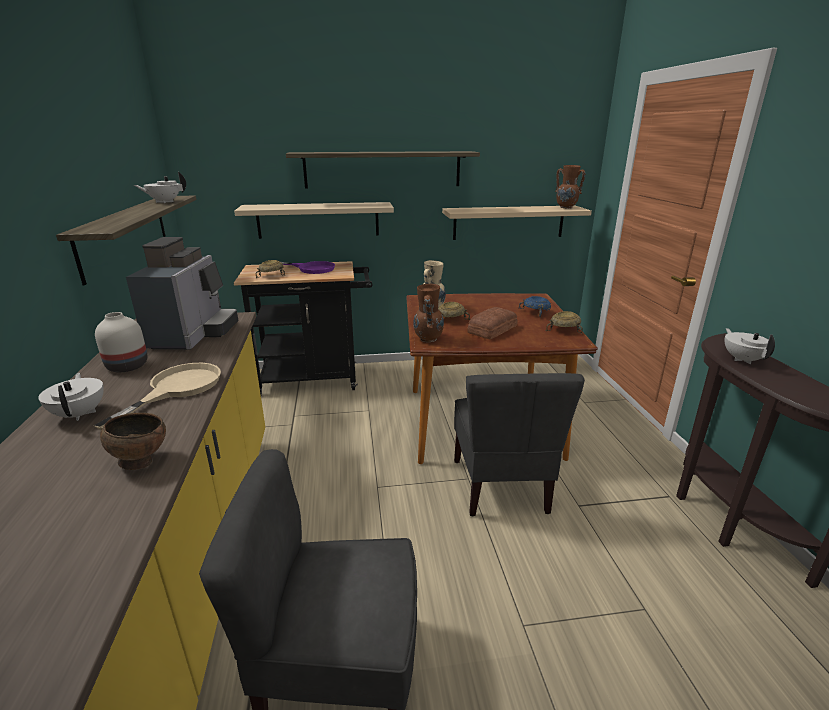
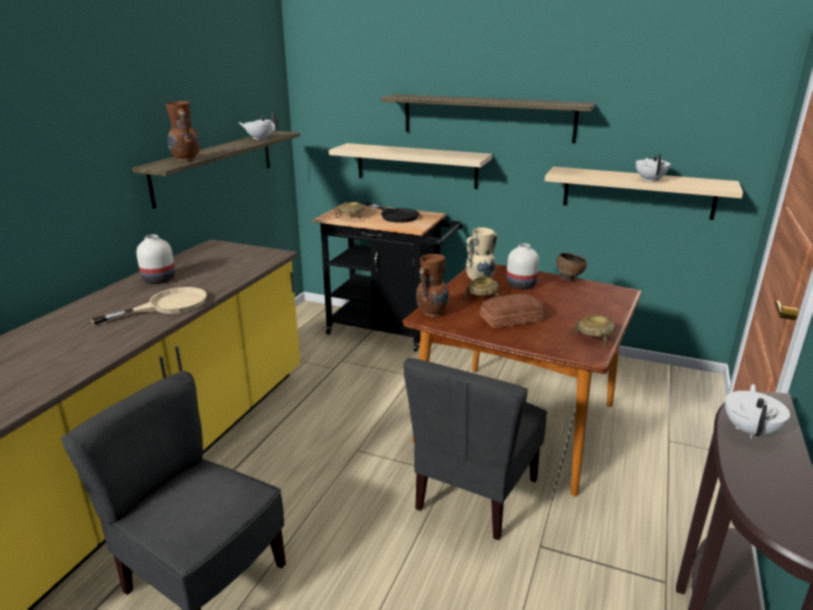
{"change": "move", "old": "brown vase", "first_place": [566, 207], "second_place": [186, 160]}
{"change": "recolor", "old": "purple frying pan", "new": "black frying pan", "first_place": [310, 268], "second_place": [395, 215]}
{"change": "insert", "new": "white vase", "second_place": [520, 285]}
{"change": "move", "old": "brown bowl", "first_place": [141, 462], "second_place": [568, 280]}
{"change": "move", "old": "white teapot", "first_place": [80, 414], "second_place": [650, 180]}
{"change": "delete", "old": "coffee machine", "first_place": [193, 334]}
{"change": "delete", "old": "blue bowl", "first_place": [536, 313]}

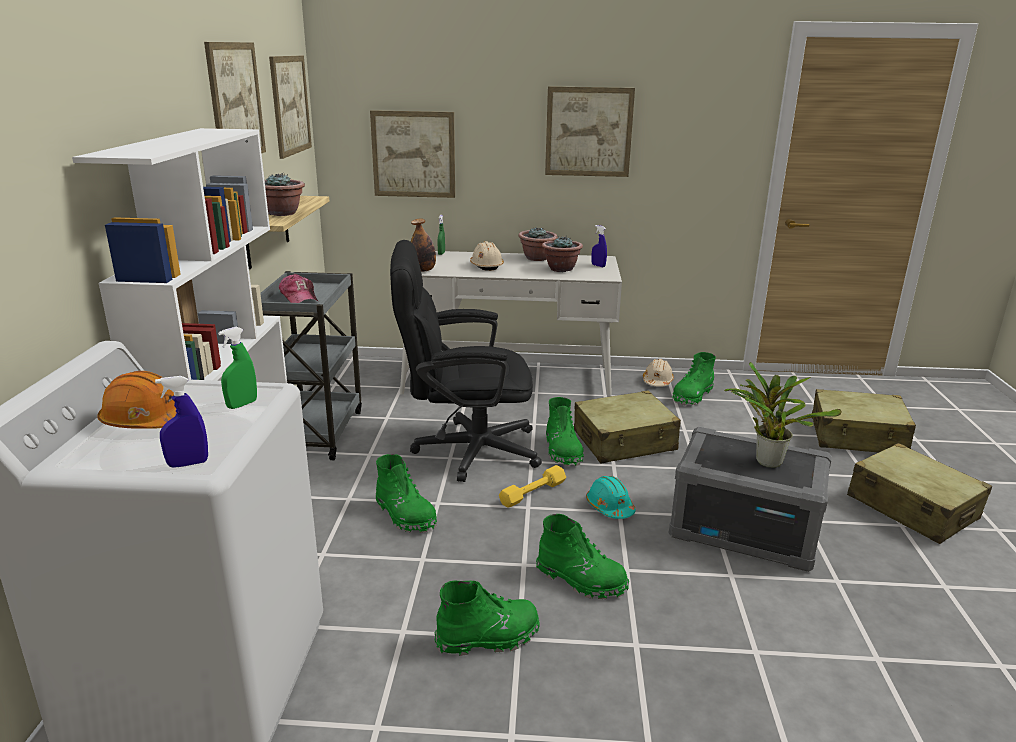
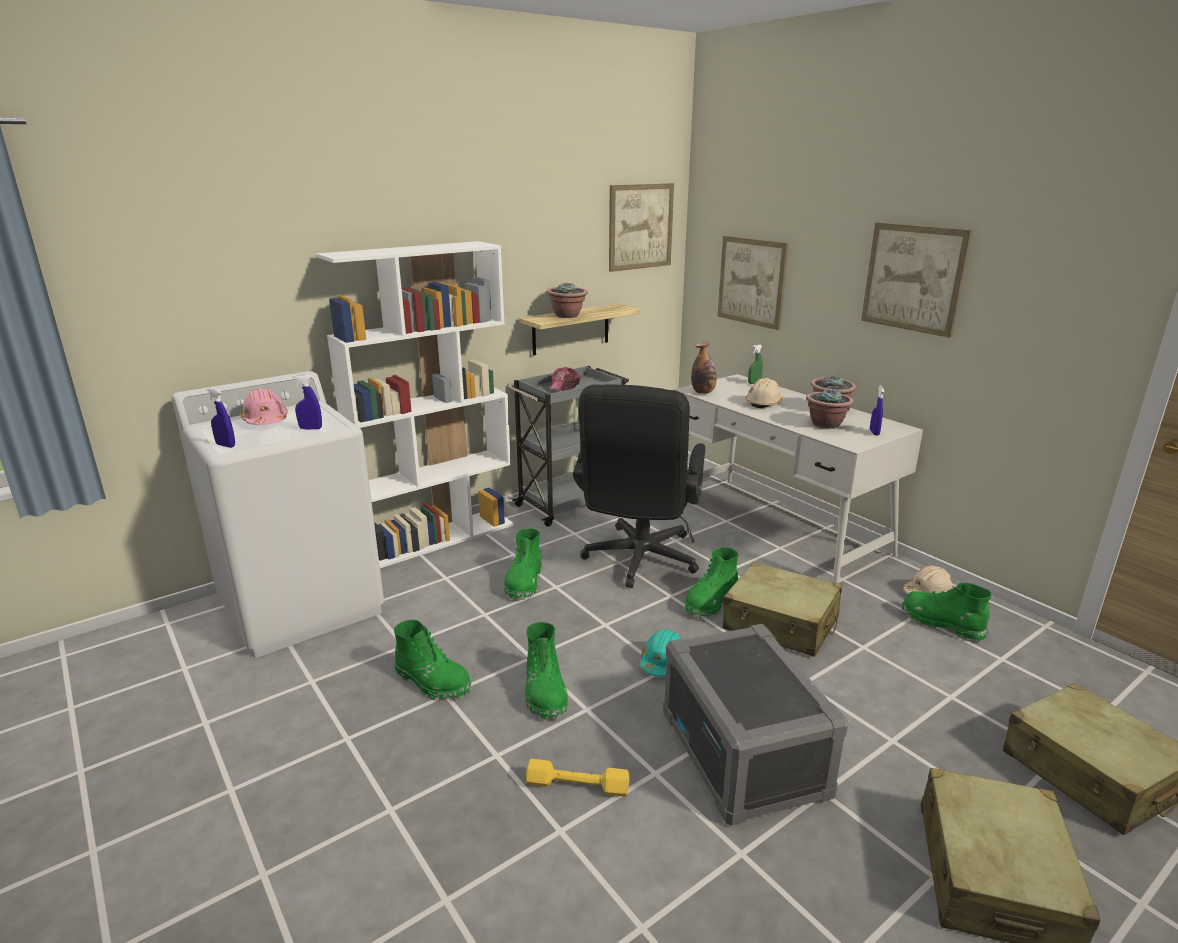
{"change": "recolor", "old": "orange hard hat", "new": "pink hard hat", "first_place": [147, 421], "second_place": [265, 421]}
{"change": "recolor", "old": "green spray bottle", "new": "blue spray bottle", "first_place": [242, 404], "second_place": [310, 428]}
{"change": "move", "old": "yellow dumbbell", "first_place": [533, 493], "second_place": [577, 786]}
{"change": "rotate", "old": "black office chair", "first_place": [464, 450], "second_place": [638, 562], "degrees": -120}
{"change": "rotate", "old": "green boot", "first_place": [692, 396], "second_place": [941, 624], "degrees": 45}
{"change": "delete", "old": "picture", "first_place": [236, 102]}
{"change": "delete", "old": "potted plant", "first_place": [766, 460]}

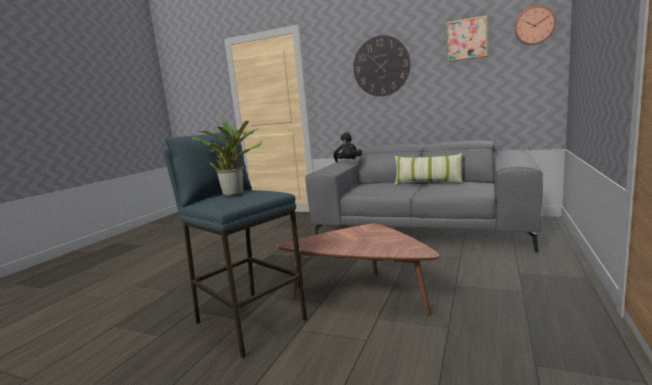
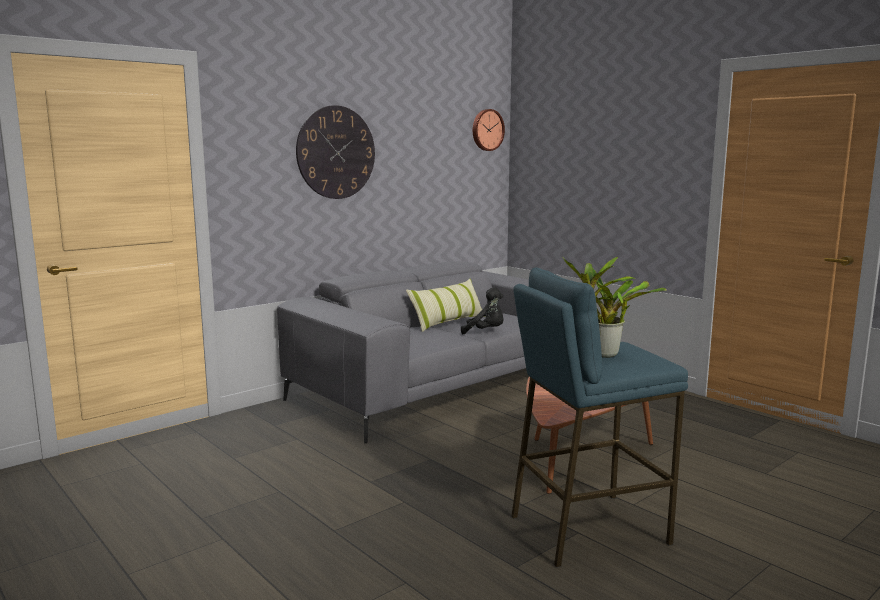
{"change": "move", "old": "black plush toy", "first_place": [348, 162], "second_place": [485, 332]}
{"change": "delete", "old": "picture", "first_place": [467, 39]}

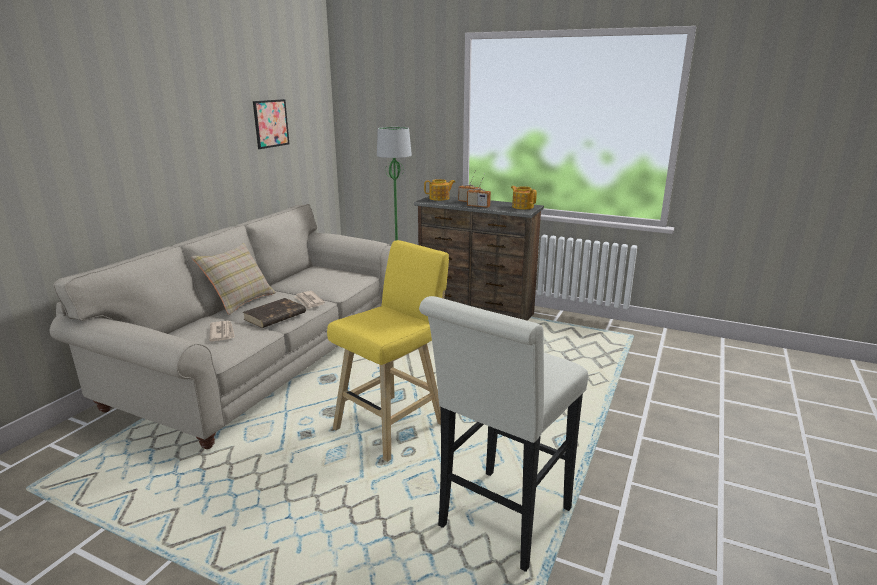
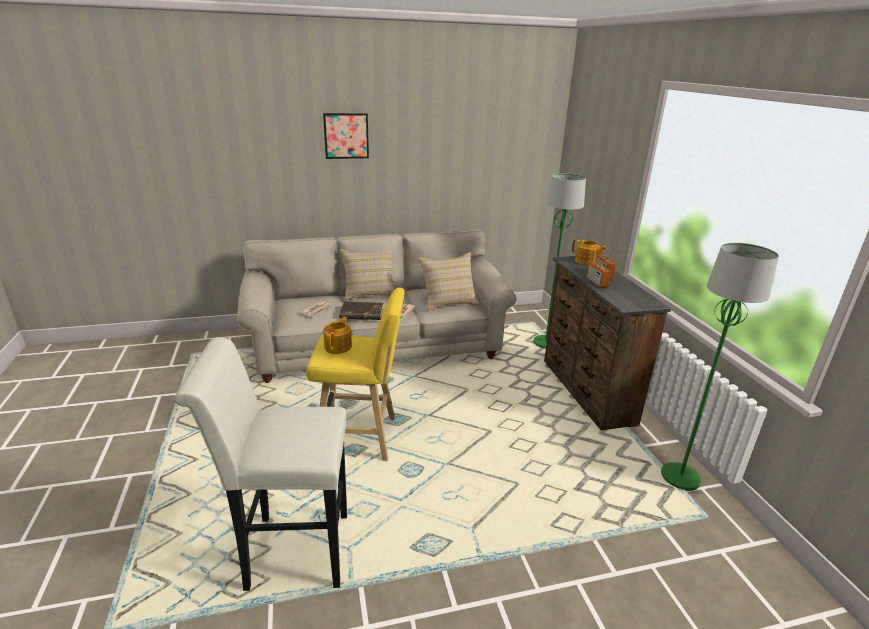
{"change": "move", "old": "picture", "first_place": [271, 123], "second_place": [346, 136]}
{"change": "move", "old": "teapot", "first_place": [522, 207], "second_place": [338, 346]}
{"change": "insert", "new": "beige pillow", "second_place": [448, 302]}
{"change": "insert", "new": "green floor lamp", "second_place": [680, 477]}

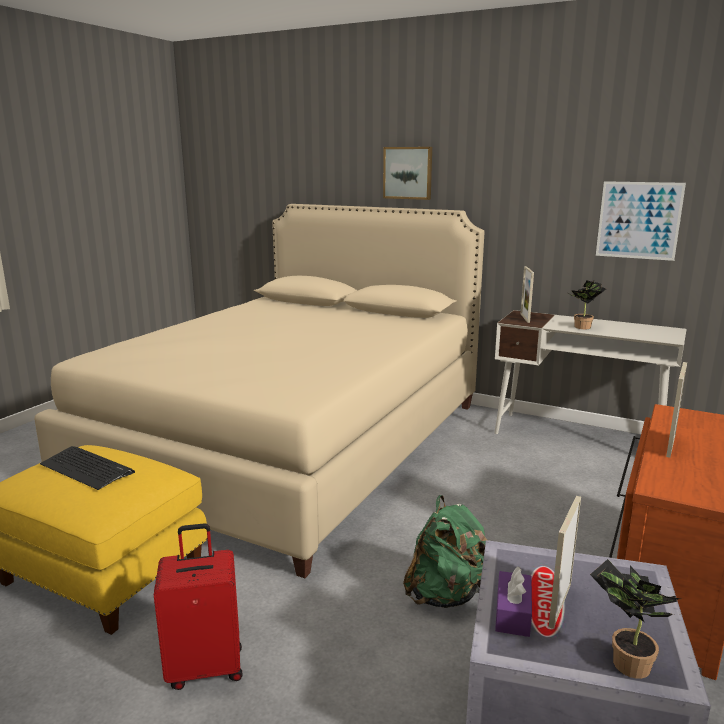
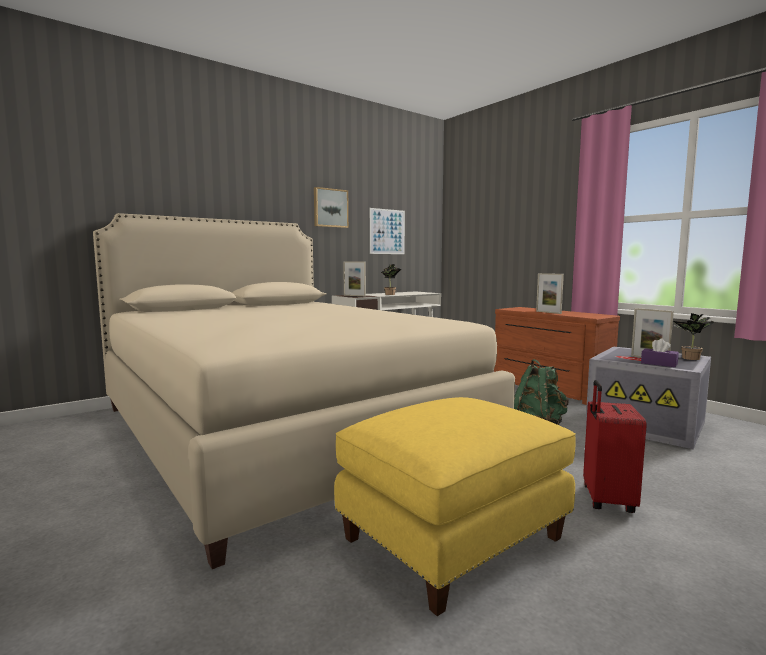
{"change": "move", "old": "picture", "first_place": [408, 173], "second_place": [330, 208]}
{"change": "delete", "old": "keyboard", "first_place": [87, 468]}

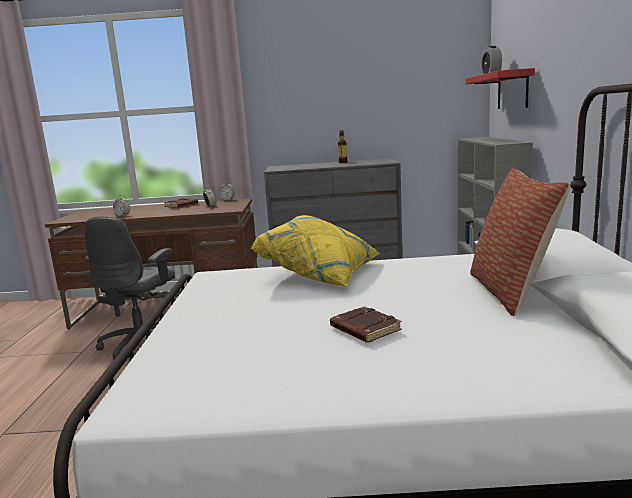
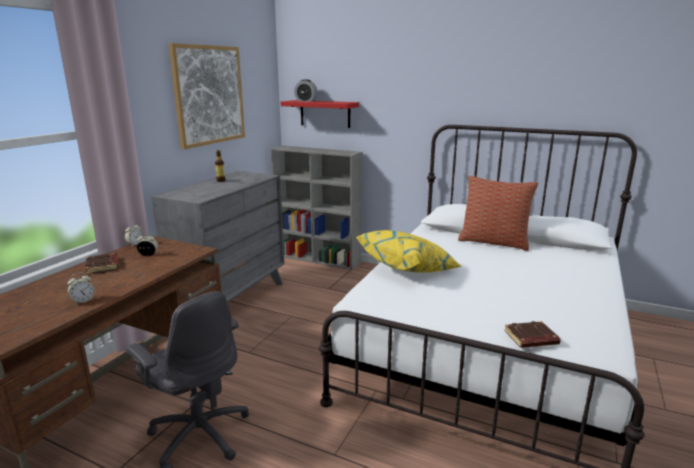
{"change": "insert", "new": "picture", "second_place": [209, 95]}
{"change": "move", "old": "brown book", "first_place": [364, 329], "second_place": [531, 339]}

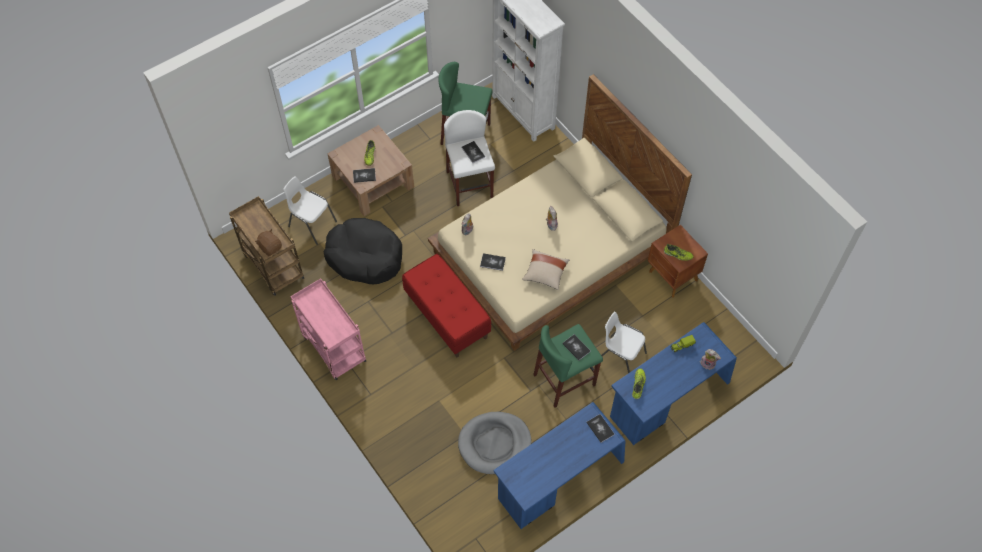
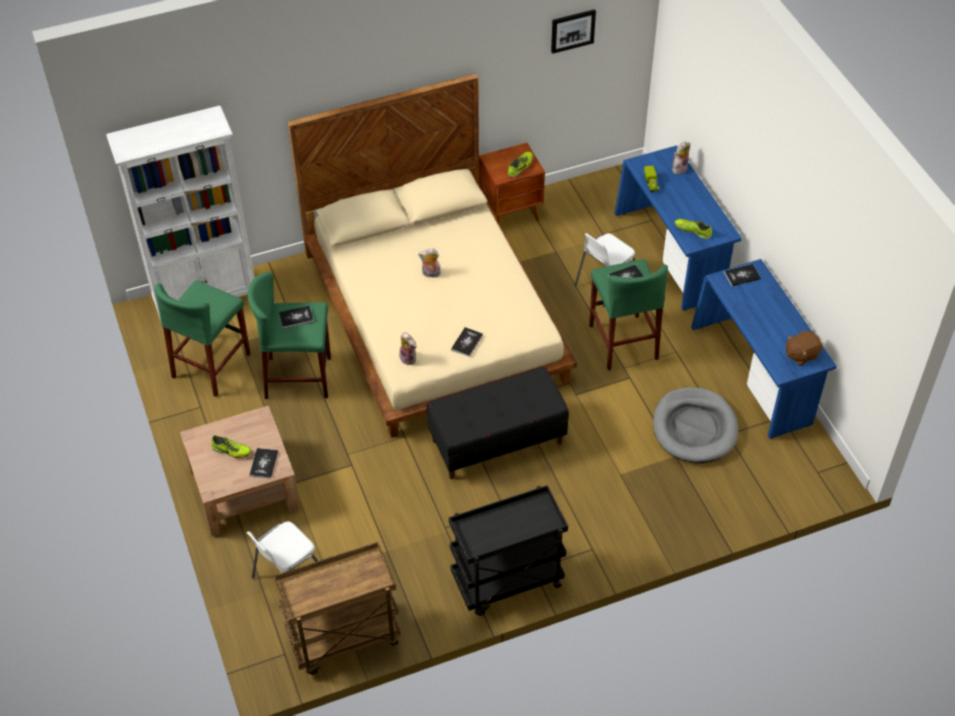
{"change": "recolor", "old": "white stool", "new": "green stool", "first_place": [469, 185], "second_place": [298, 377]}
{"change": "recolor", "old": "red bench", "new": "black bench", "first_place": [447, 316], "second_place": [497, 441]}
{"change": "recolor", "old": "pink cart", "new": "black cart", "first_place": [332, 347], "second_place": [507, 582]}
{"change": "insert", "new": "picture", "second_place": [572, 30]}
{"change": "move", "old": "brown plush toy", "first_place": [270, 247], "second_place": [801, 355]}
{"change": "delete", "old": "black dog bed", "first_place": [365, 256]}
{"change": "delete", "old": "beige pillow", "first_place": [545, 273]}

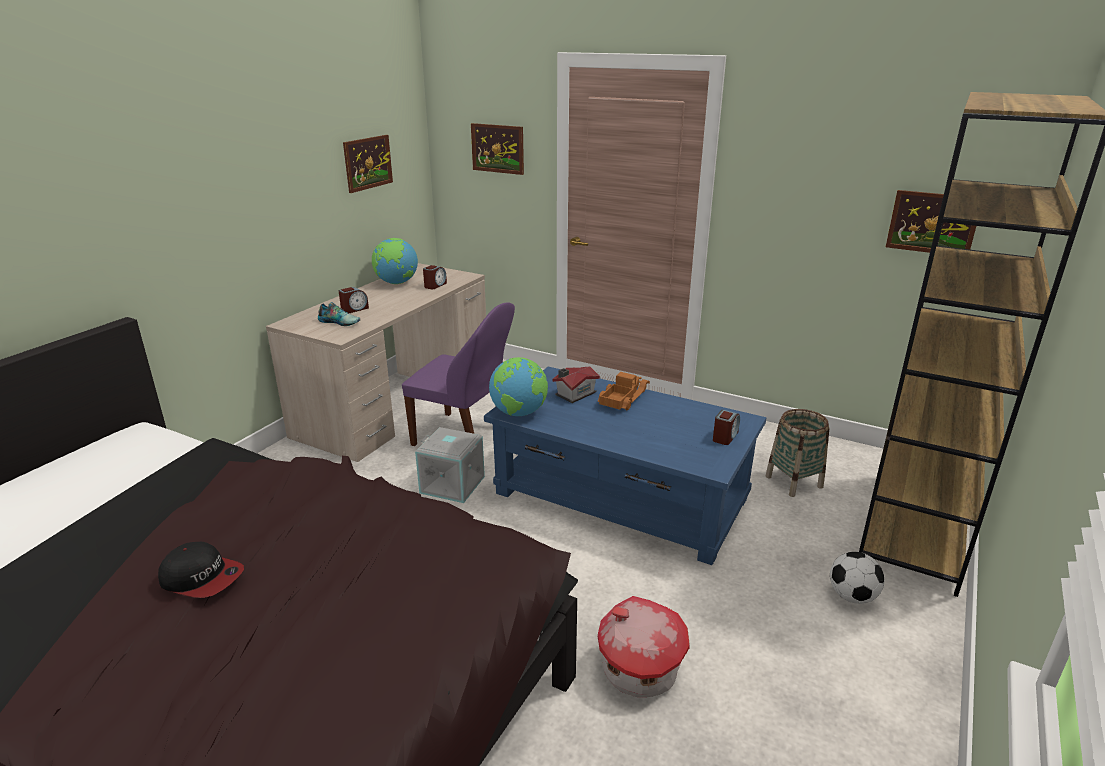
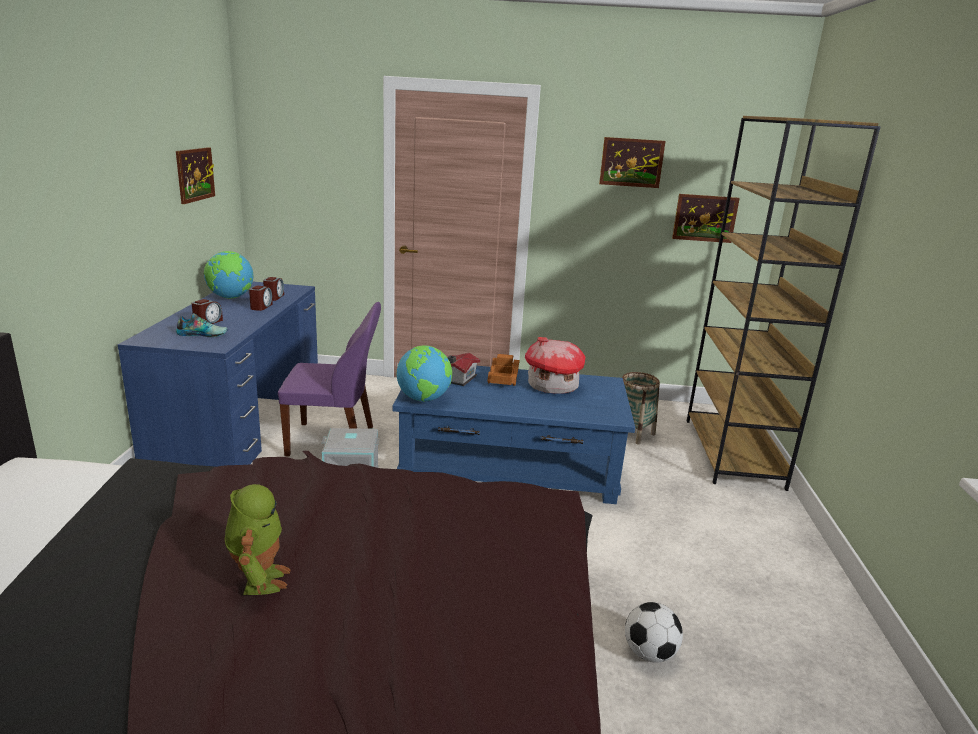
{"change": "recolor", "old": "beige desk", "new": "blue desk", "first_place": [397, 402], "second_place": [242, 420]}
{"change": "replace", "old": "cap", "new": "toy robot", "first_place": [202, 578], "second_place": [259, 579]}
{"change": "move", "old": "alarm clock", "first_place": [725, 437], "second_place": [261, 307]}
{"change": "move", "old": "toy house", "first_place": [638, 671], "second_place": [552, 386]}
{"change": "move", "old": "picture", "first_place": [497, 148], "second_place": [631, 162]}
{"change": "move", "old": "football", "first_place": [852, 596], "second_place": [649, 653]}

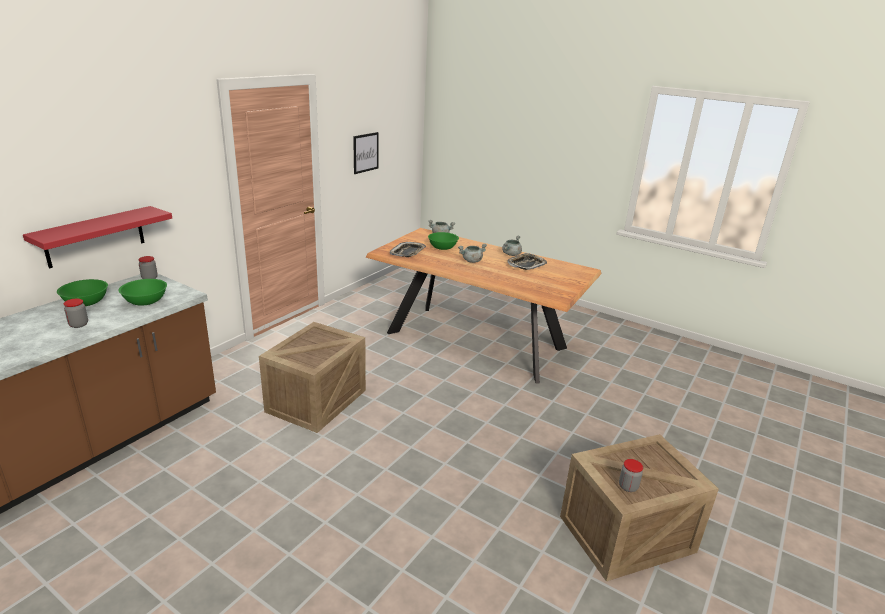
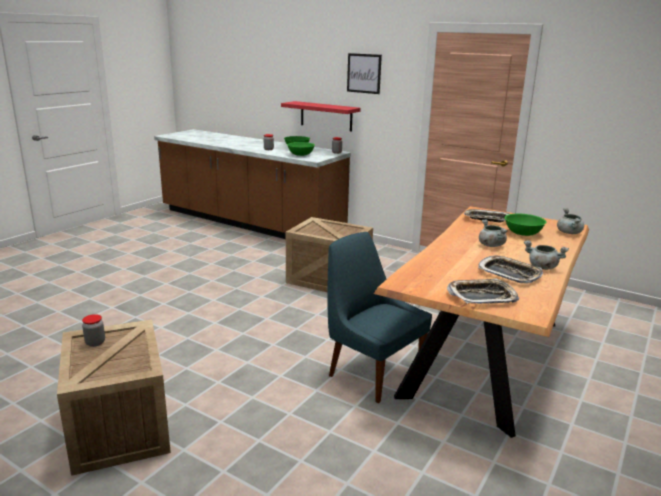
{"change": "insert", "new": "blue chair", "second_place": [372, 372]}
{"change": "move", "old": "picture", "first_place": [365, 152], "second_place": [364, 73]}
{"change": "insert", "new": "tray", "second_place": [482, 296]}

